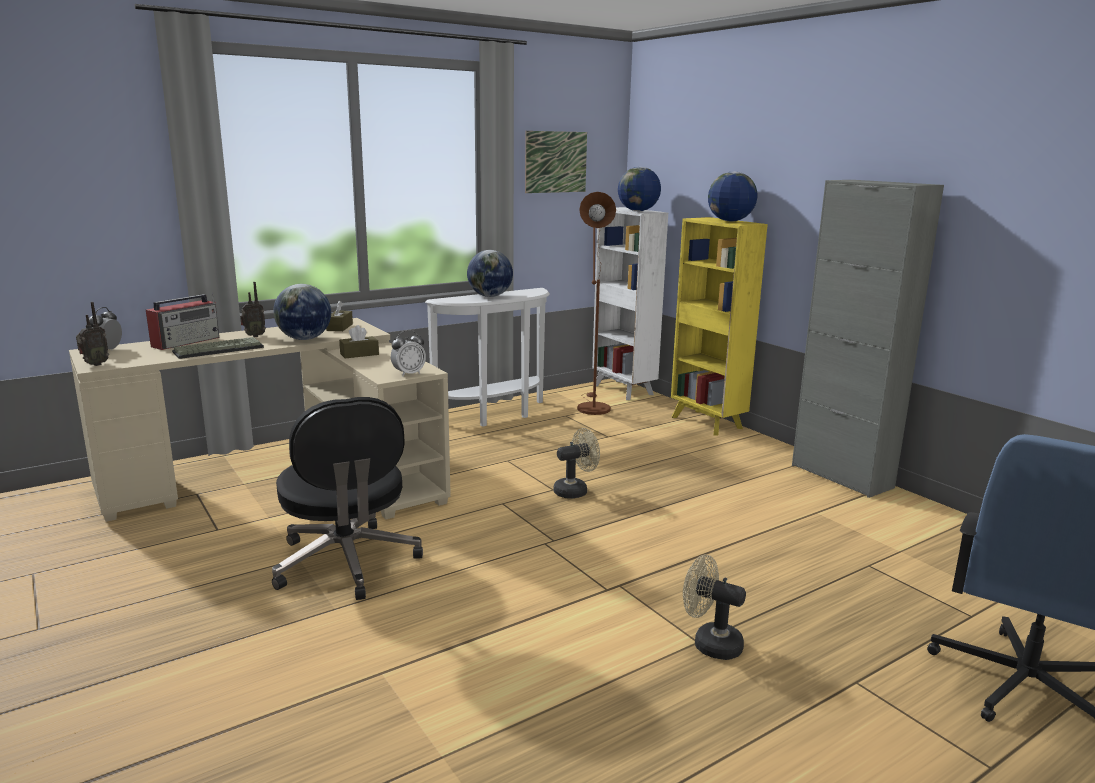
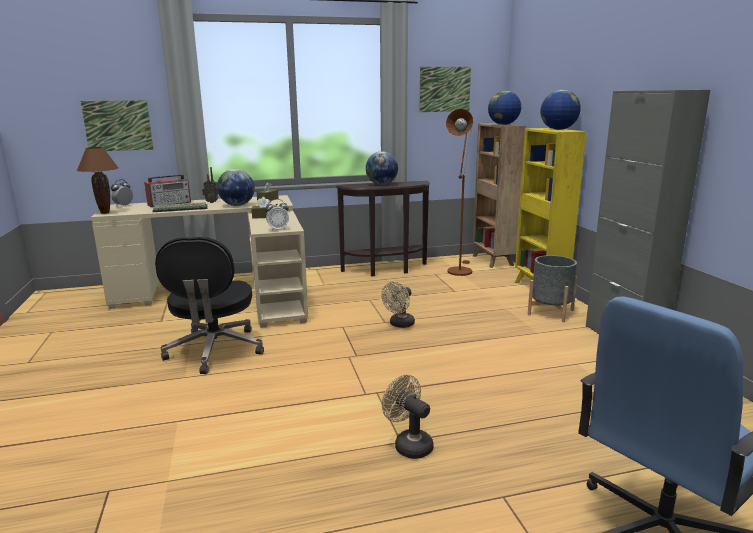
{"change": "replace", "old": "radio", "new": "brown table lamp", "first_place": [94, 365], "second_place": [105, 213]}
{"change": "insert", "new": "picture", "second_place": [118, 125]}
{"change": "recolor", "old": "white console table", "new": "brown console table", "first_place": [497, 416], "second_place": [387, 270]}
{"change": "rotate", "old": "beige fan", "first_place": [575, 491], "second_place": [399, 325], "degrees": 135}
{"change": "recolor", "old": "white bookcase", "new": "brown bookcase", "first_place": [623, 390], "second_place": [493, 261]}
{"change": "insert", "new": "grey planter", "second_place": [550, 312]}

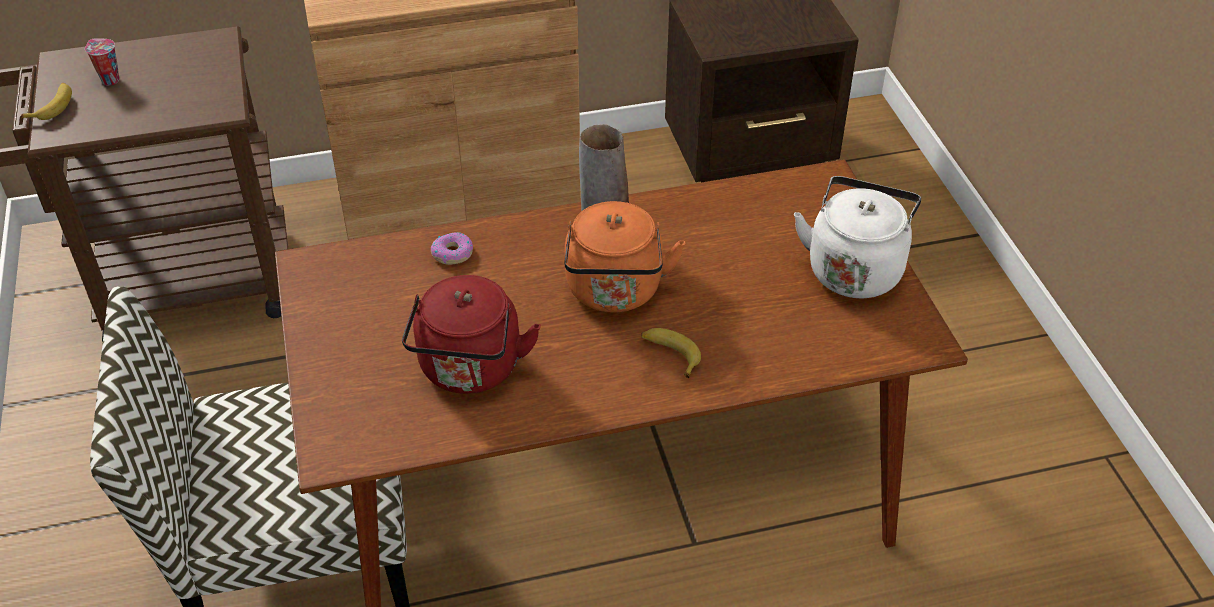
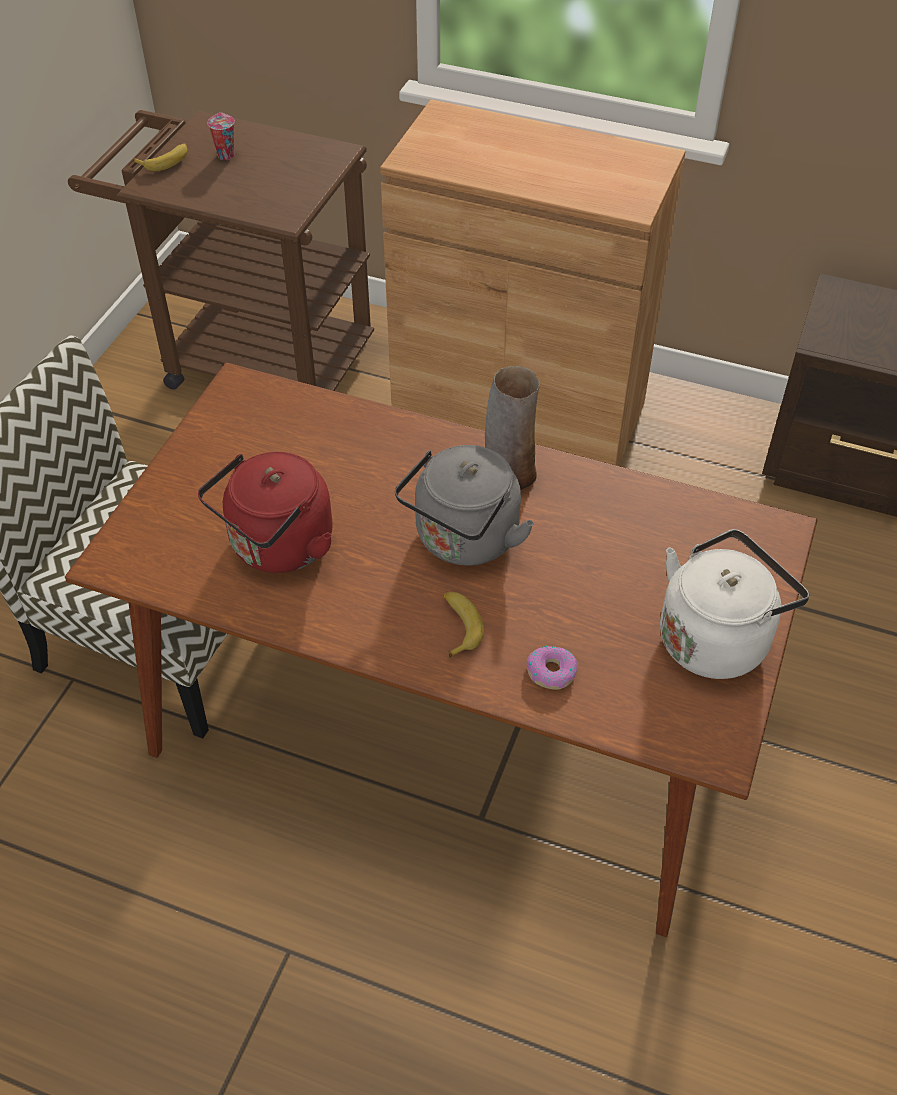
{"change": "recolor", "old": "orange kettle", "new": "grey kettle", "first_place": [615, 292], "second_place": [464, 541]}
{"change": "move", "old": "donut", "first_place": [452, 253], "second_place": [551, 671]}

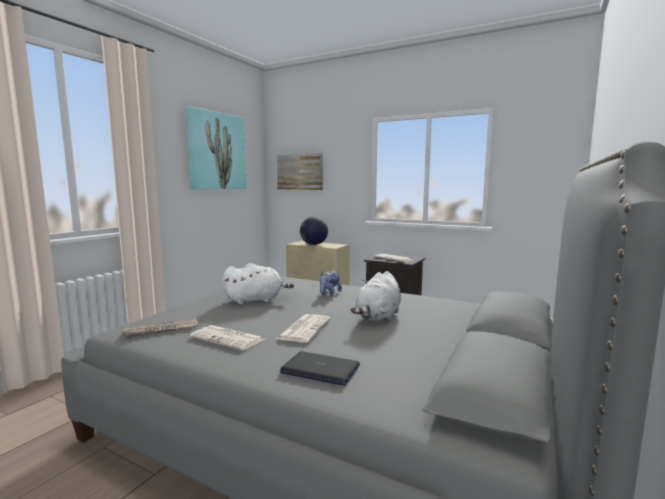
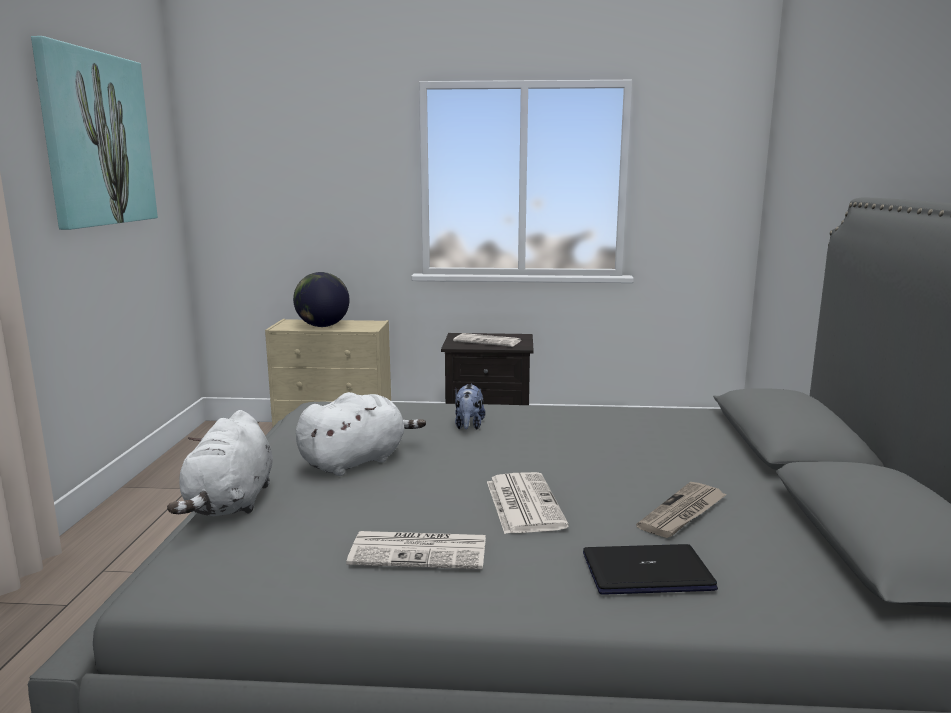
{"change": "move", "old": "white plush toy", "first_place": [378, 317], "second_place": [231, 503]}
{"change": "move", "old": "newspaper", "first_place": [161, 330], "second_place": [683, 513]}
{"change": "delete", "old": "picture", "first_place": [300, 172]}

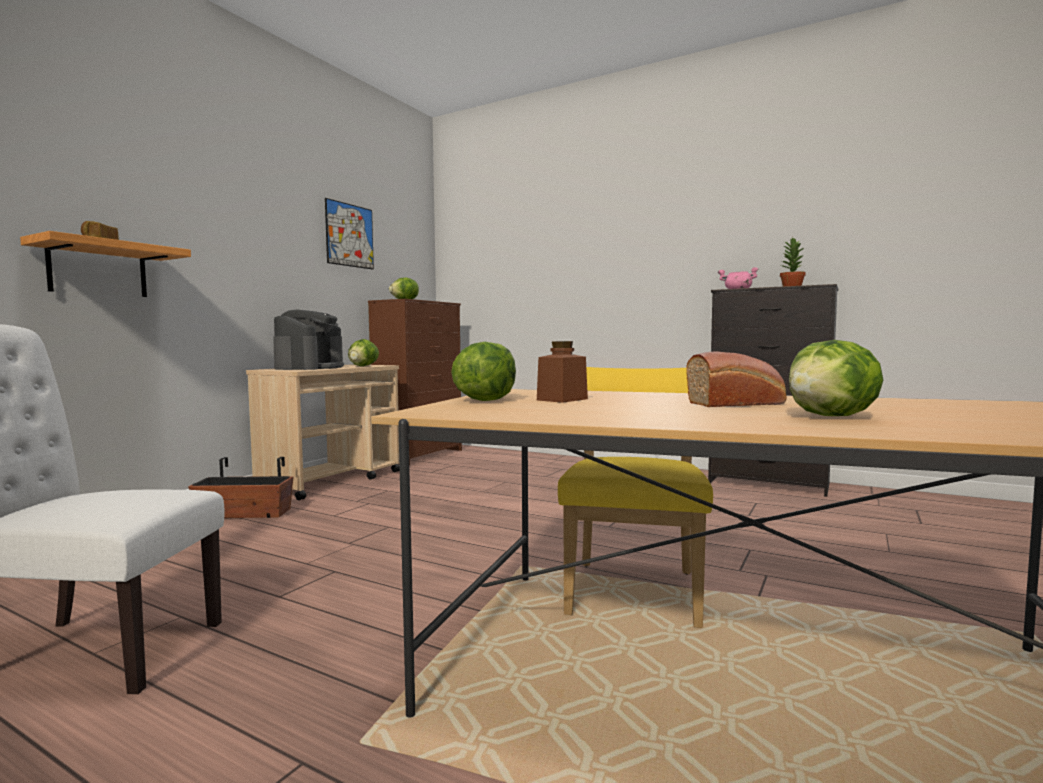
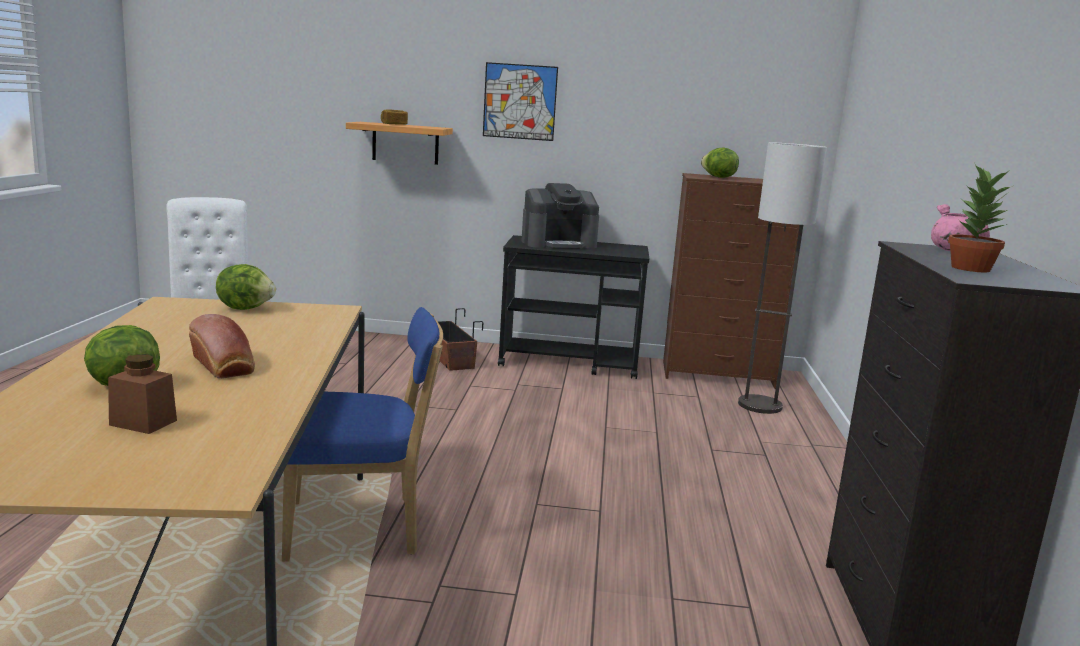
{"change": "move", "old": "brown jar", "first_place": [562, 399], "second_place": [143, 423]}
{"change": "recolor", "old": "yellow chair", "new": "blue chair", "first_place": [634, 589], "second_place": [360, 528]}
{"change": "move", "old": "picture", "first_place": [349, 235], "second_place": [520, 102]}
{"change": "recolor", "old": "beige cart", "new": "black cart", "first_place": [332, 480], "second_place": [570, 362]}
{"change": "insert", "new": "floor lamp", "second_place": [760, 405]}
{"change": "delete", "old": "lettuce", "first_place": [362, 366]}

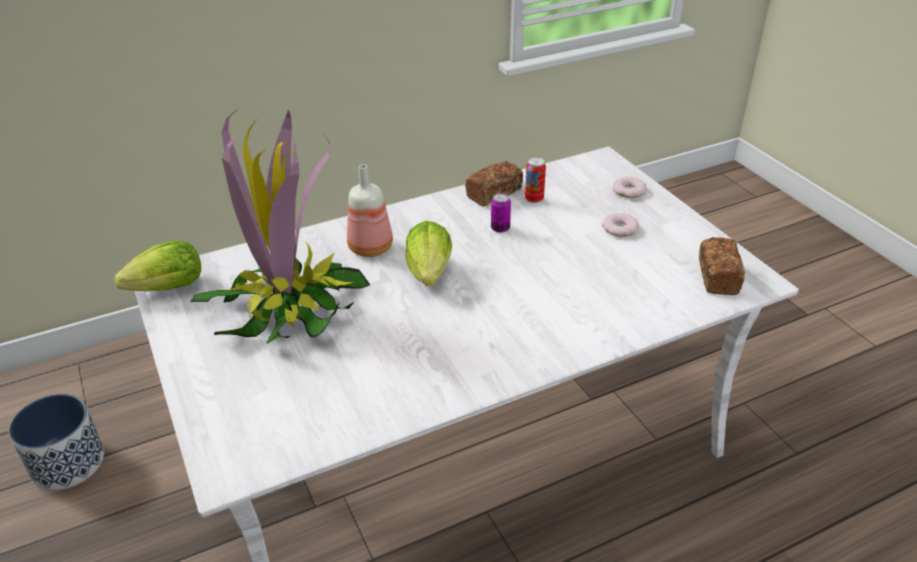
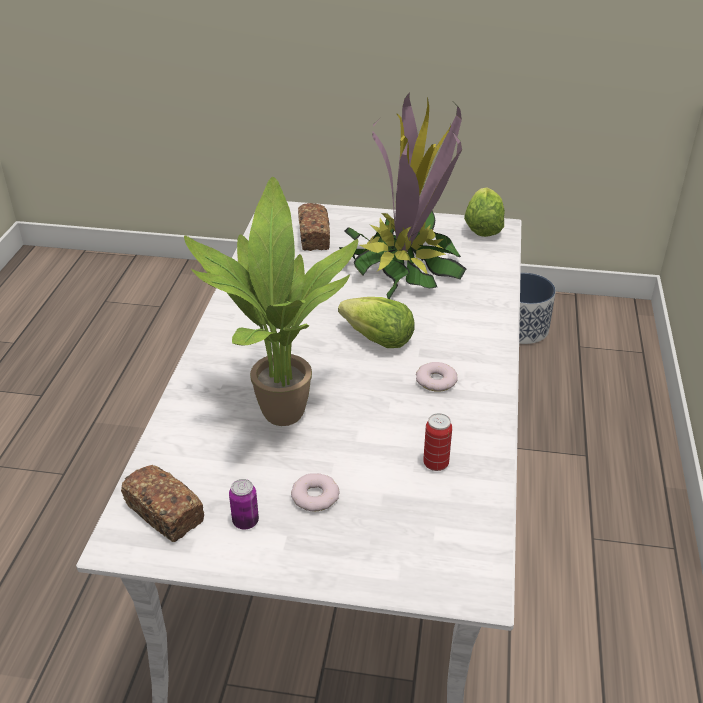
{"change": "insert", "new": "potted plant", "second_place": [276, 413]}
{"change": "move", "old": "can", "first_place": [500, 228], "second_place": [245, 521]}
{"change": "move", "old": "bread", "first_place": [494, 193], "second_place": [314, 238]}
{"change": "move", "old": "donut", "first_place": [629, 191], "second_place": [436, 380]}
{"change": "delete", "old": "bottle", "first_place": [372, 248]}

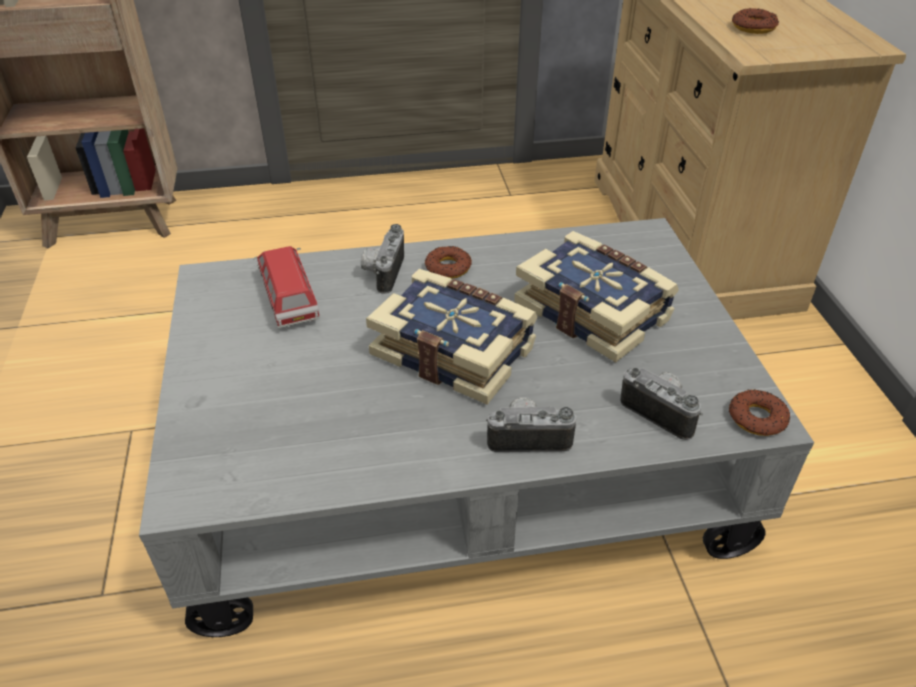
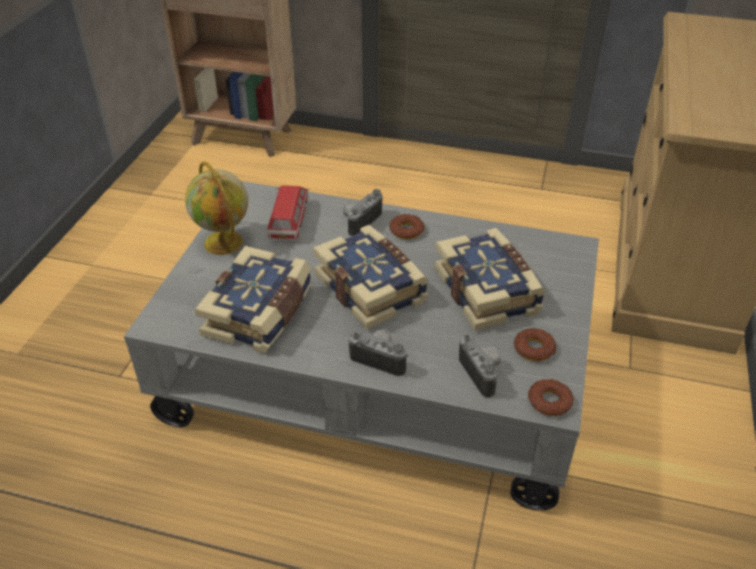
{"change": "insert", "new": "globe", "second_place": [224, 243]}
{"change": "insert", "new": "book", "second_place": [260, 313]}
{"change": "move", "old": "donut", "first_place": [753, 27], "second_place": [534, 348]}

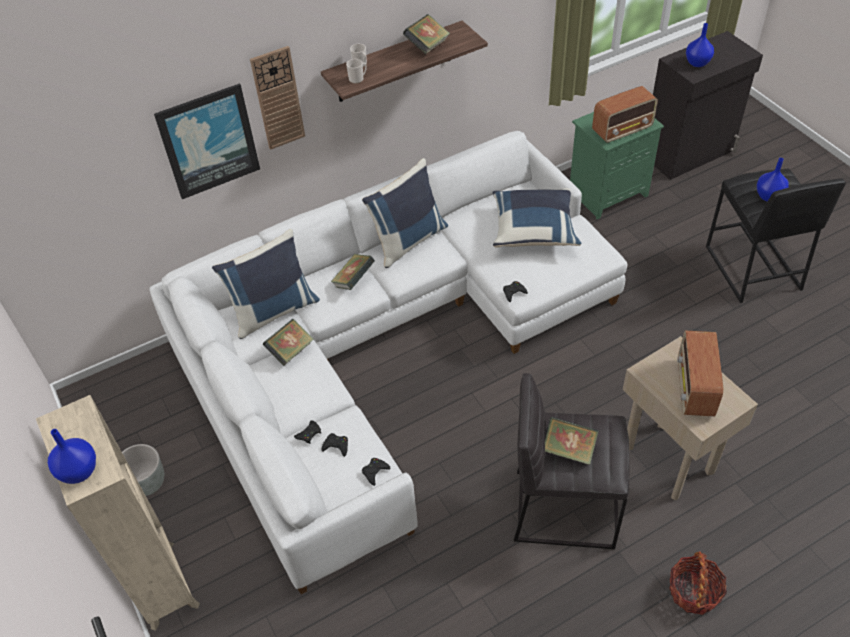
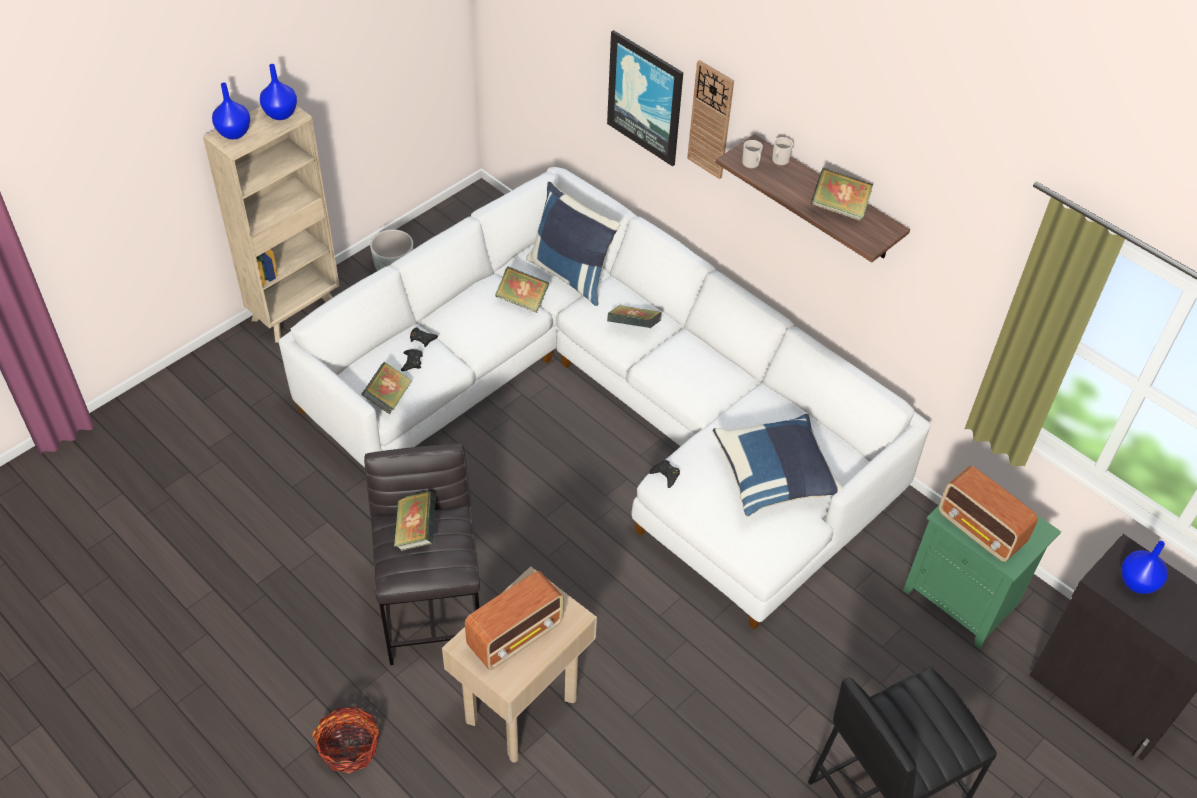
{"change": "move", "old": "blue vase", "first_place": [768, 197], "second_place": [280, 114]}
{"change": "replace", "old": "black game controller", "new": "book", "first_place": [375, 472], "second_place": [388, 398]}
{"change": "rotate", "old": "radio", "first_place": [694, 389], "second_place": [516, 635], "degrees": 150}
{"change": "delete", "old": "blue pillow", "first_place": [408, 240]}

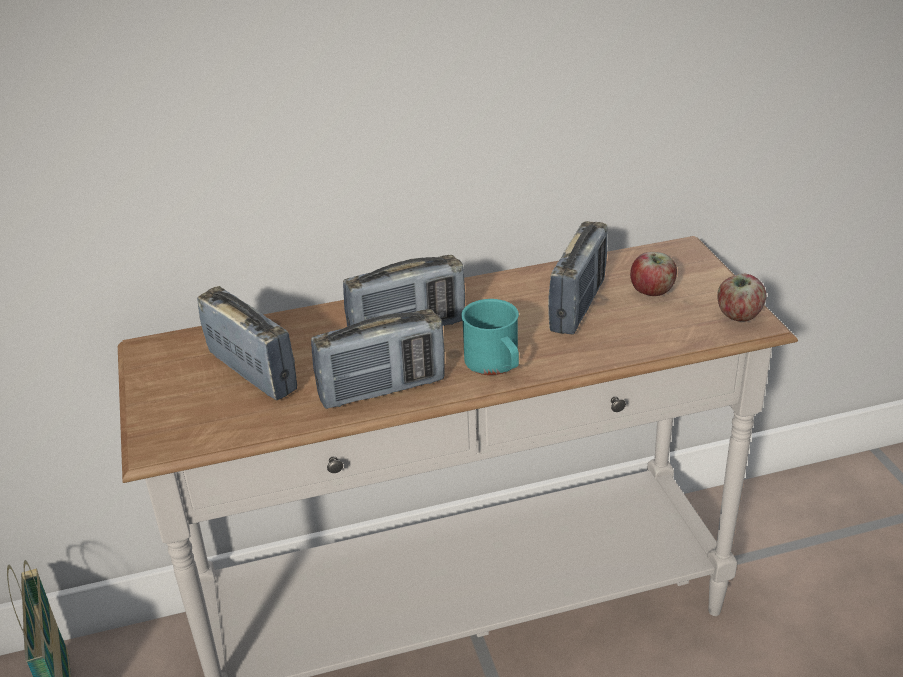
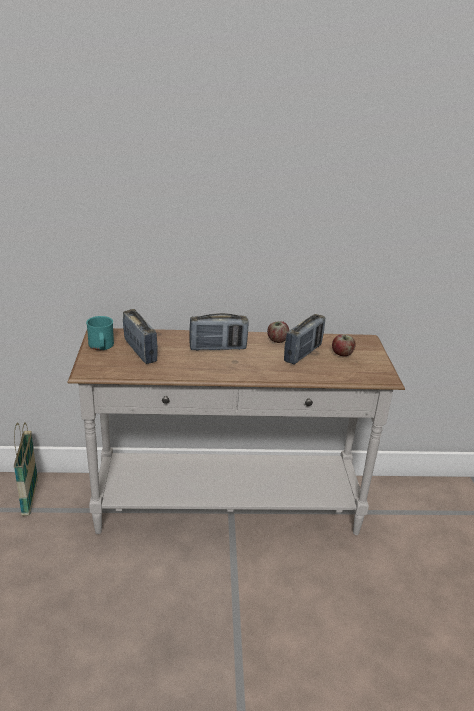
{"change": "move", "old": "turquoise mug", "first_place": [495, 365], "second_place": [101, 346]}
{"change": "move", "old": "apple", "first_place": [738, 315], "second_place": [277, 340]}
{"change": "delete", "old": "radio", "first_place": [382, 389]}

